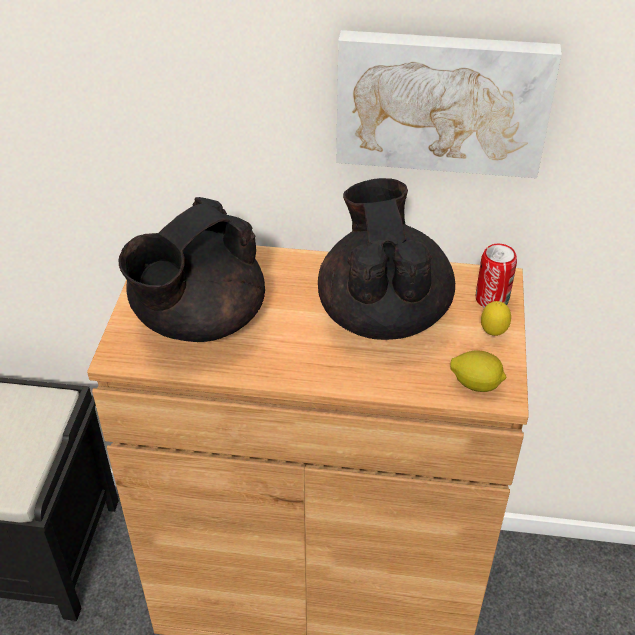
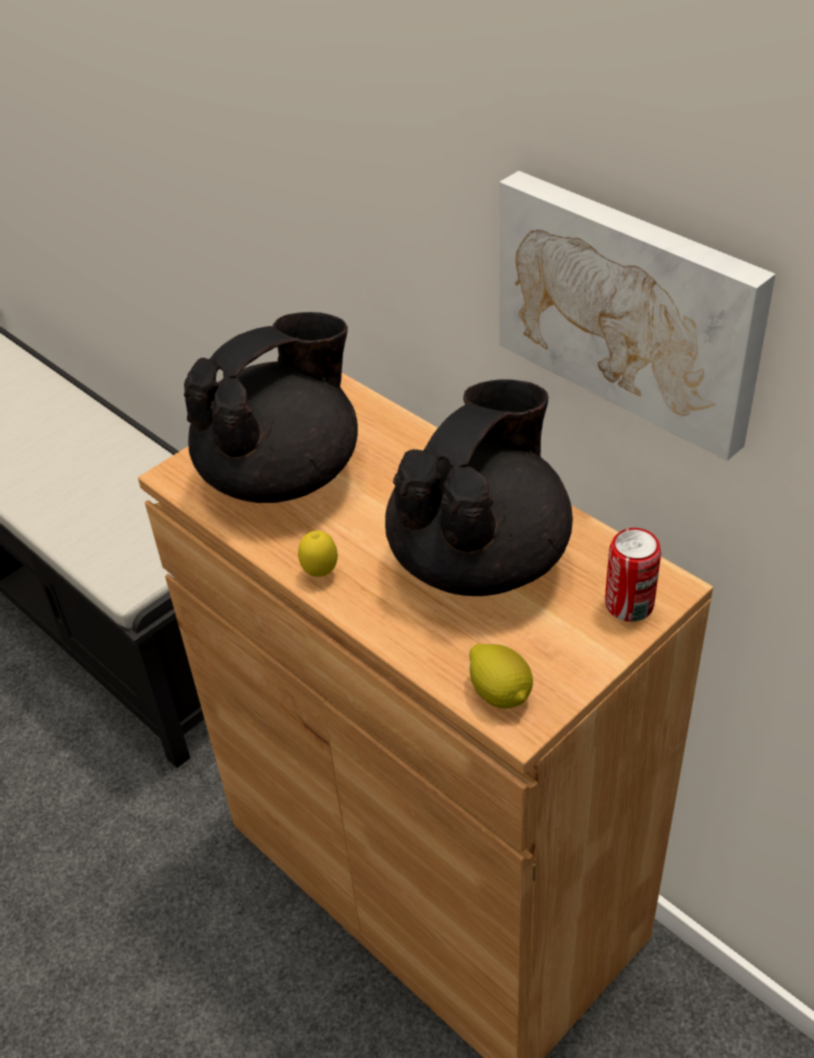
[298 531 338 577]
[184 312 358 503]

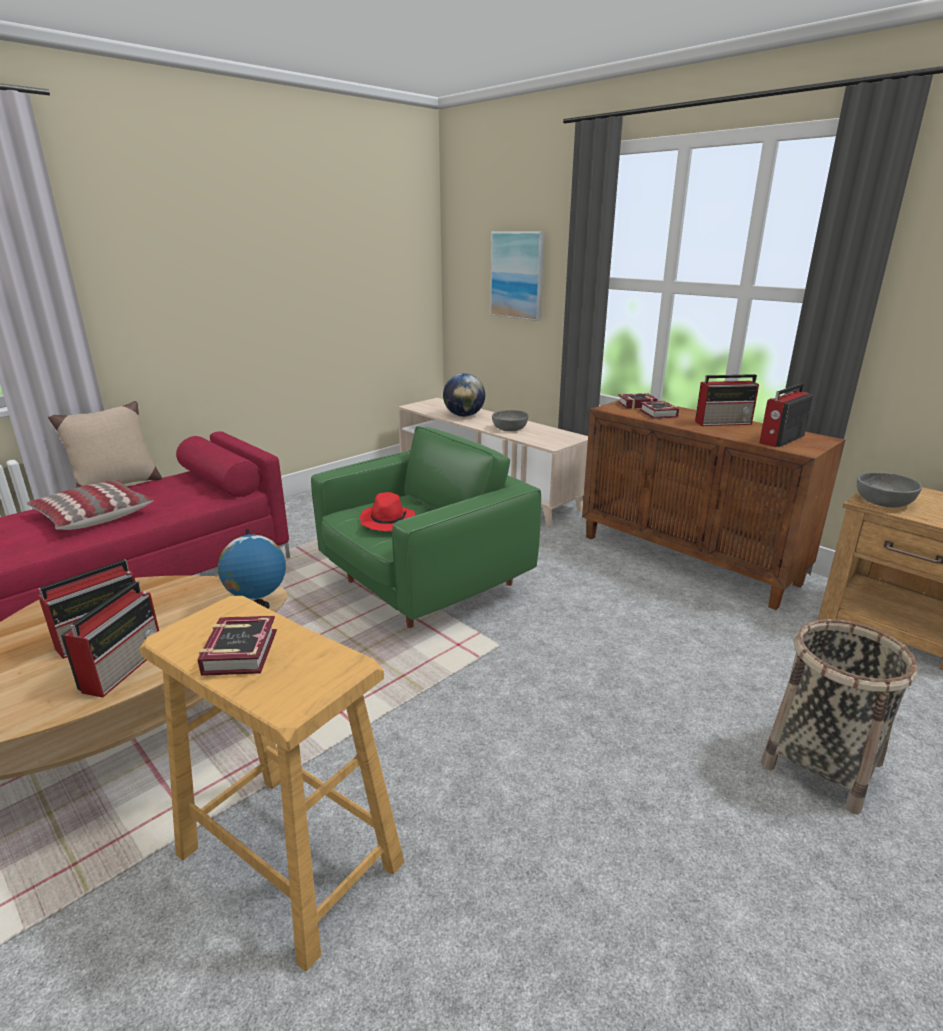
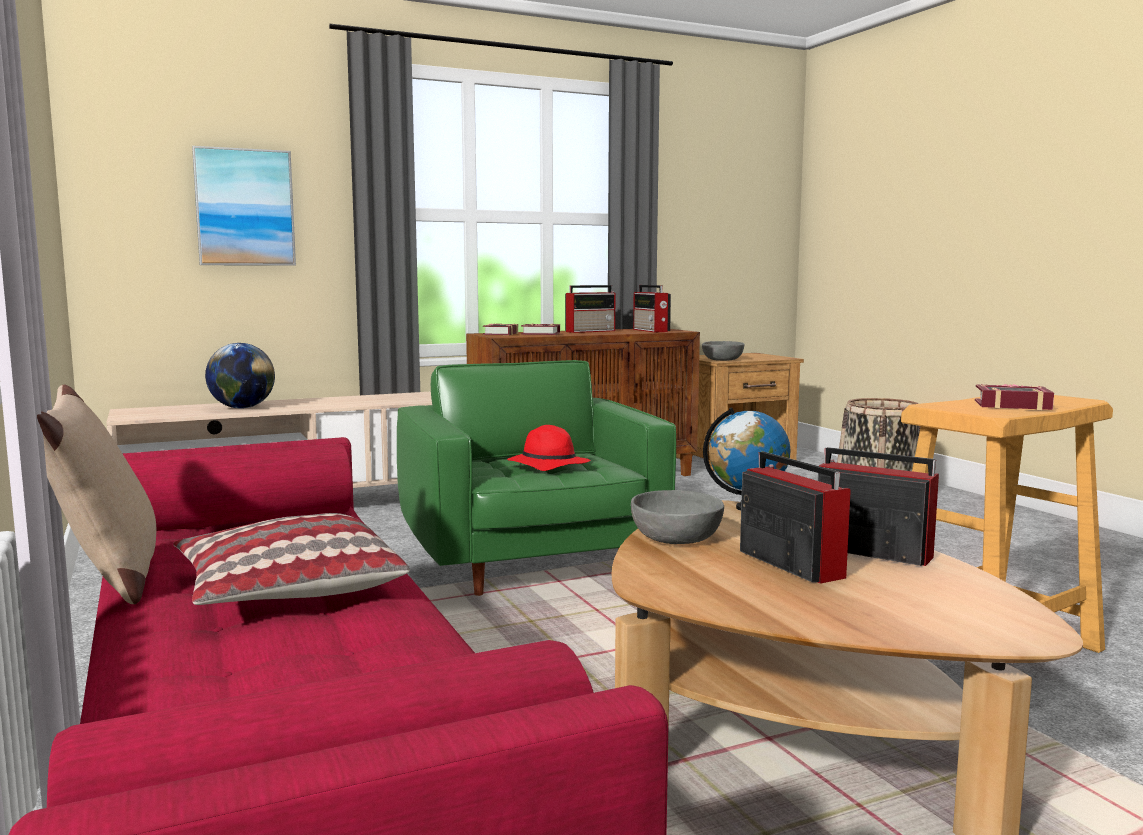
[631 490 724 544]
[565 285 615 333]

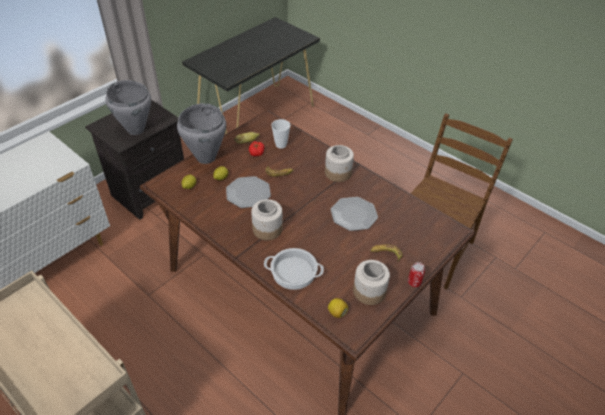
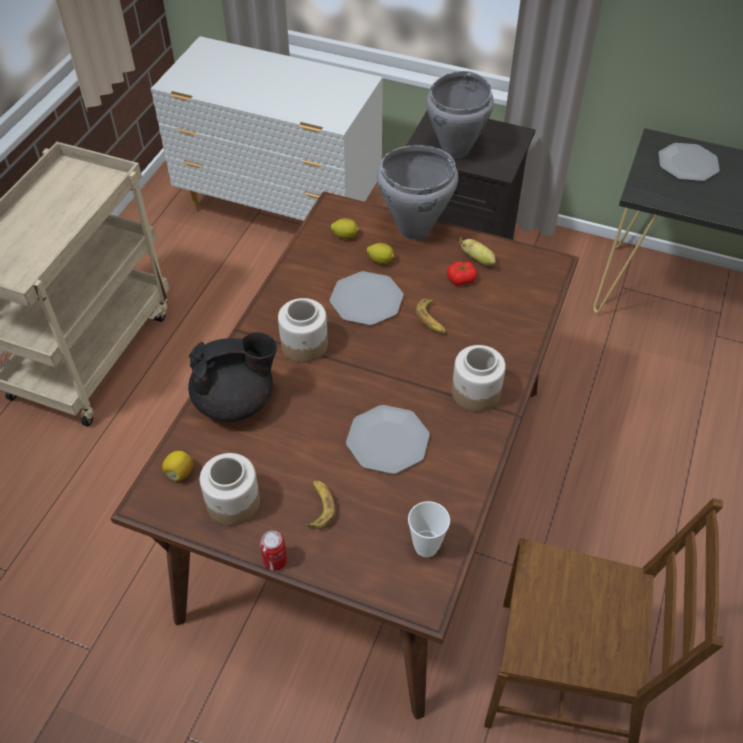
[658 143 720 181]
[408 501 450 557]
[188 332 277 422]

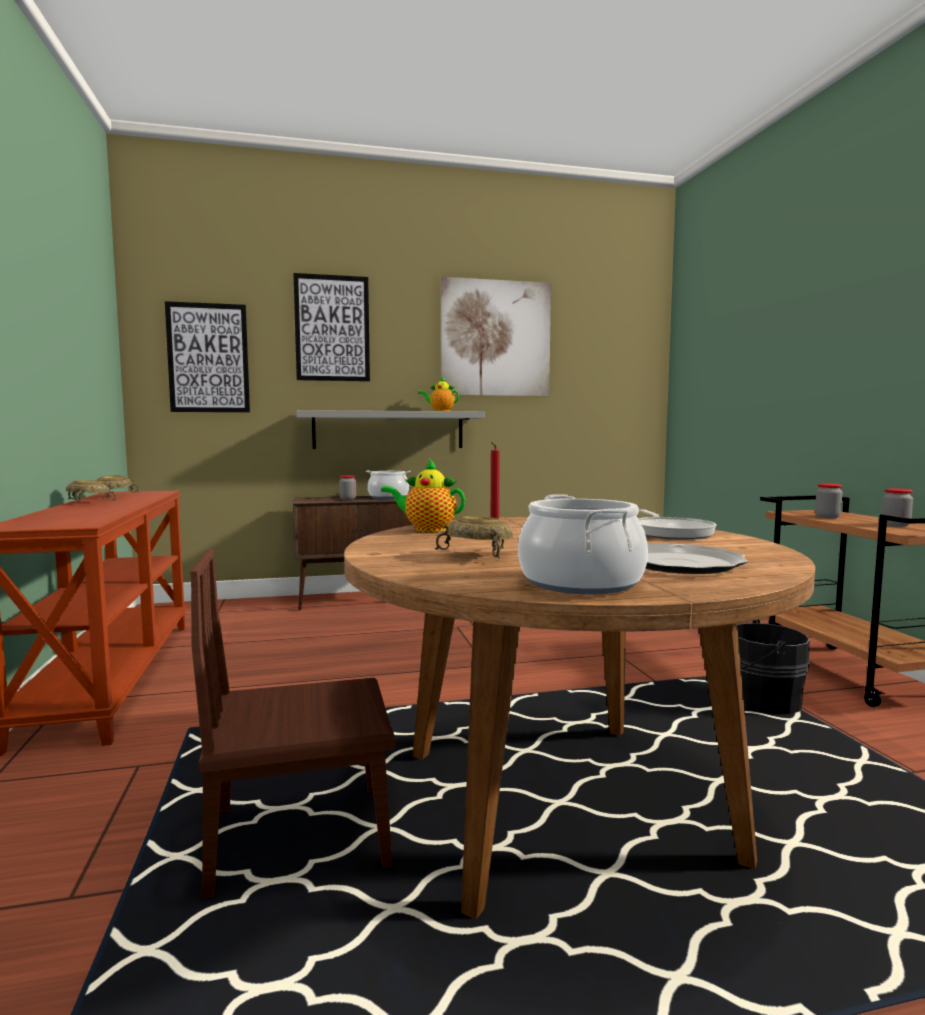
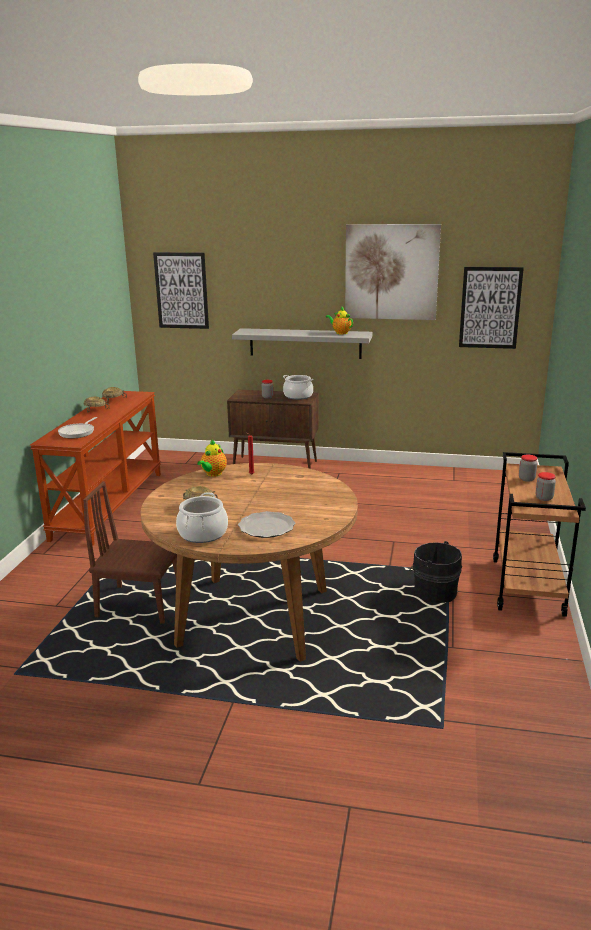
[459 267 524 349]
[58 417 98 438]
[197 440 227 477]

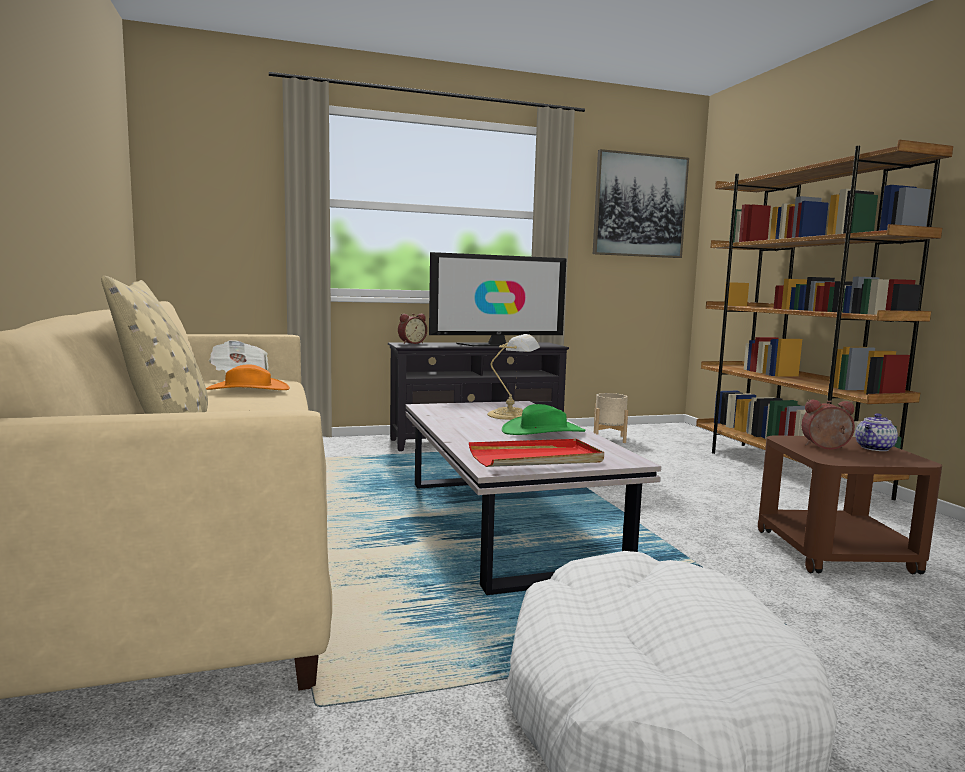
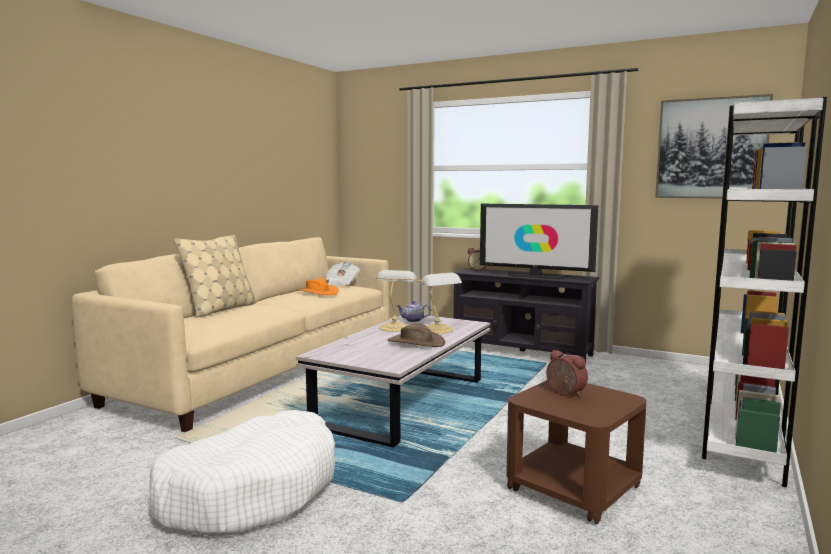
[469 439 604 467] (first image)
[594 393 628 443] (first image)
[373 270 418 332]
[397 301 431 322]
[388 323 445 347]
[702 97 827 487]

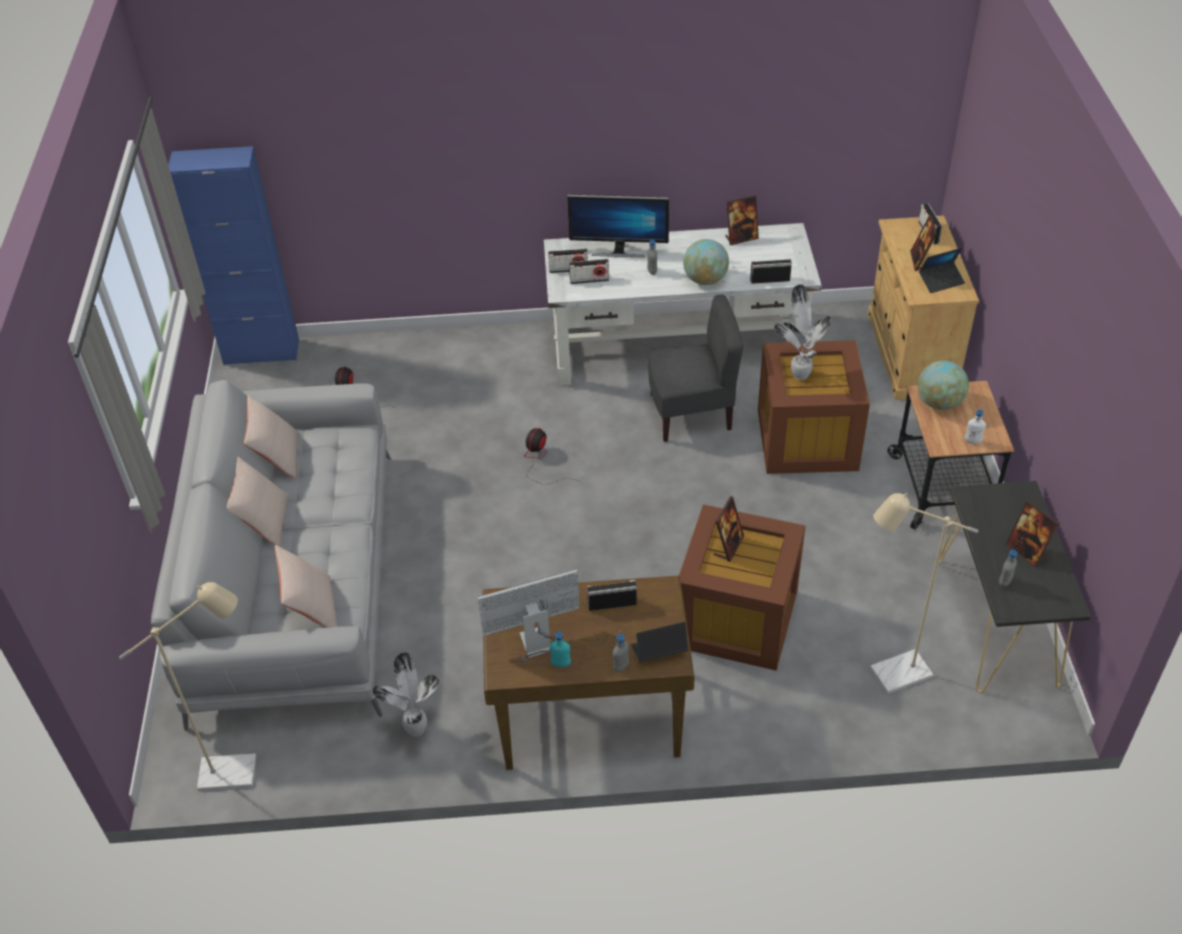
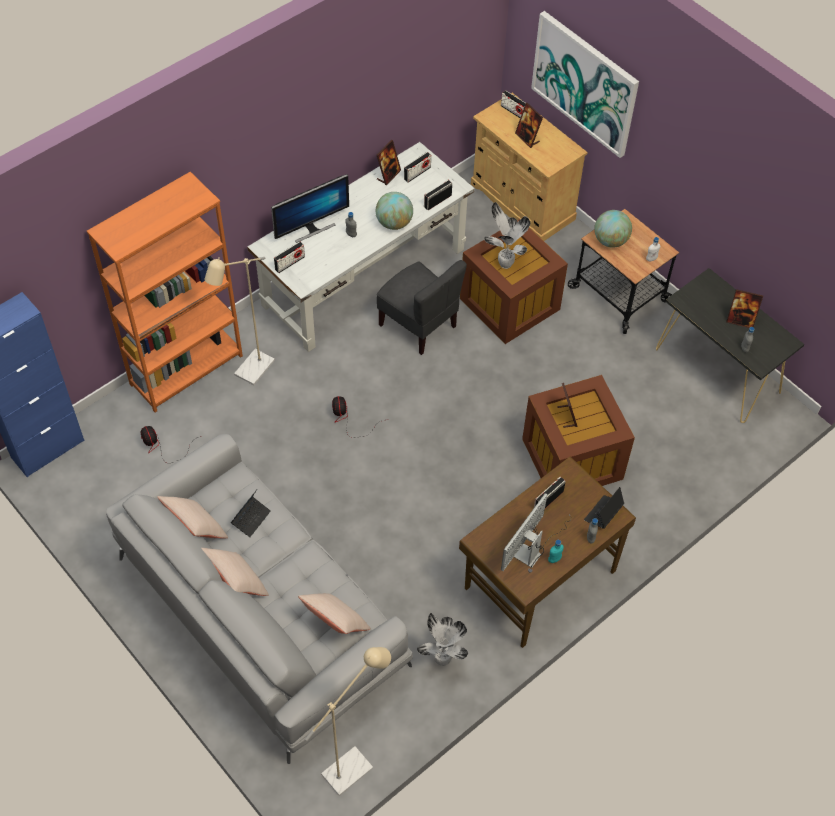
[87 172 243 412]
[531 11 639 158]
[404 152 431 183]
[204 257 275 385]
[231 490 271 537]
[377 260 467 355]

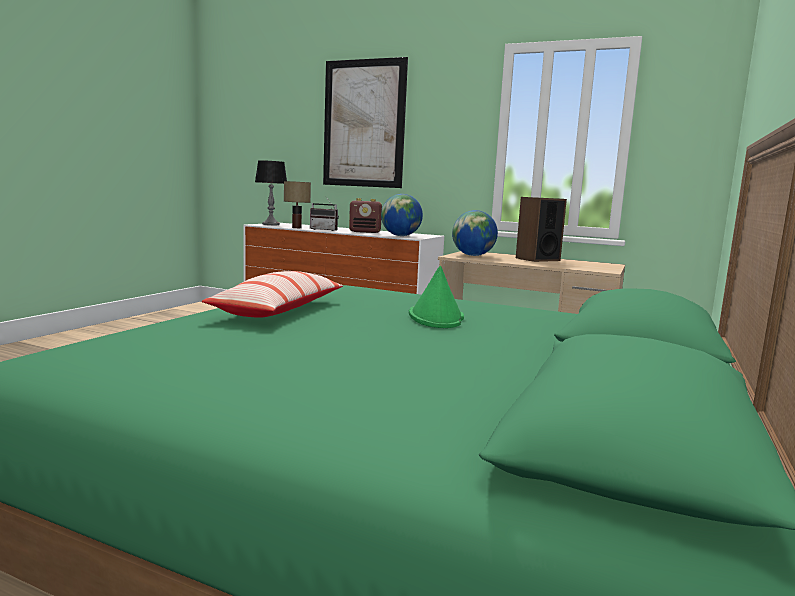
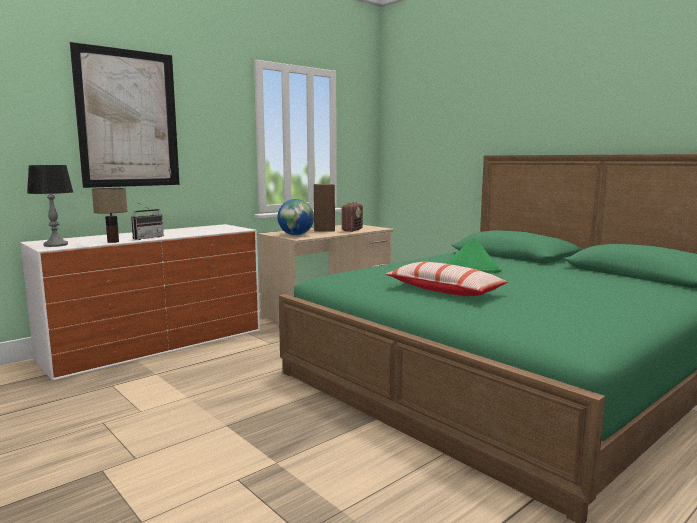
[381 194 423 236] (first image)
[341 202 363 232]

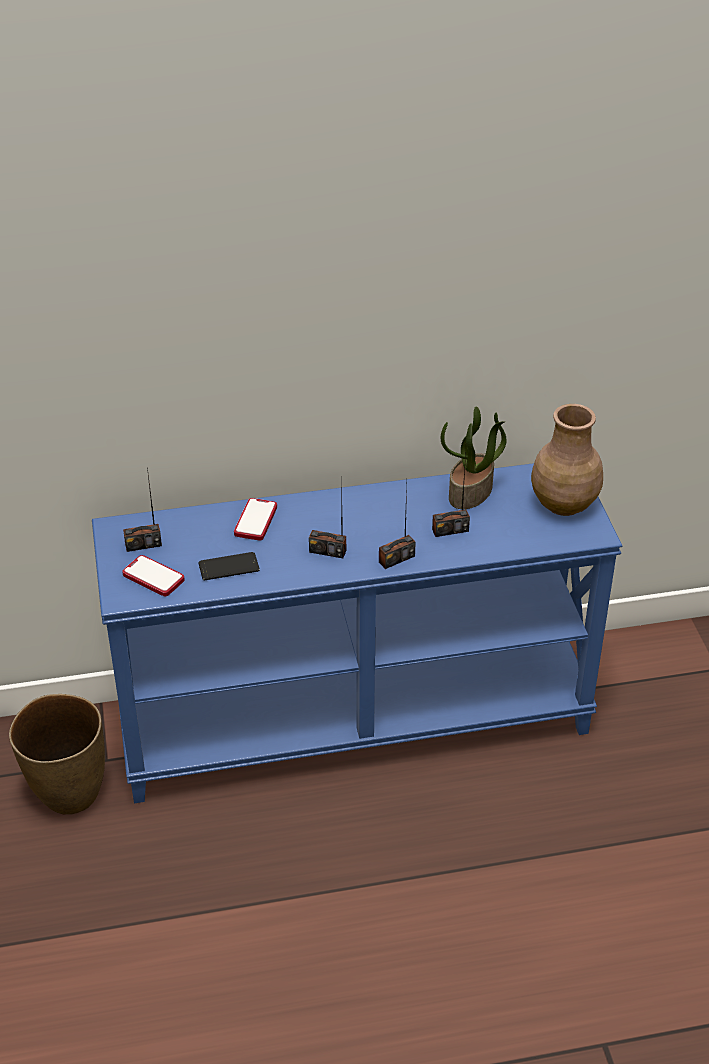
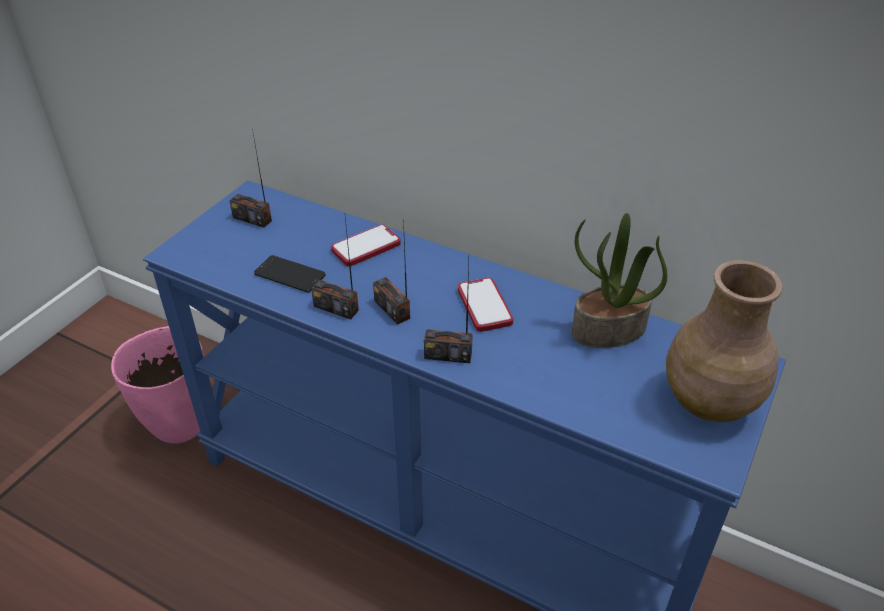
[458 278 513 332]
[311 218 359 319]
[111 326 204 444]

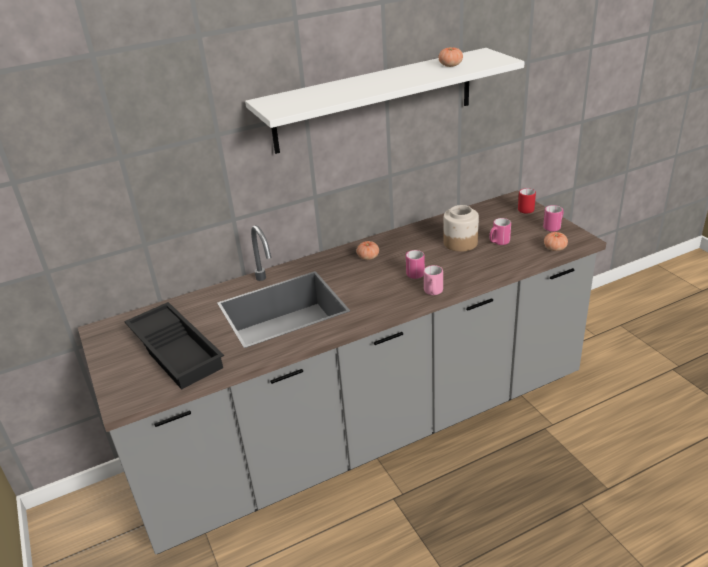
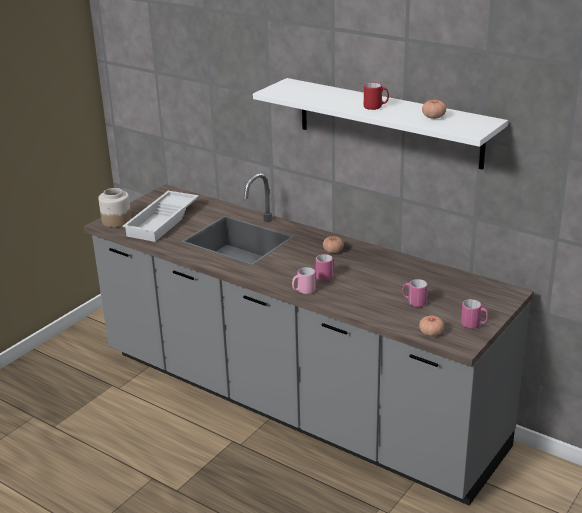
[98 188 131 228]
[364 83 389 110]
[122 191 199 242]

